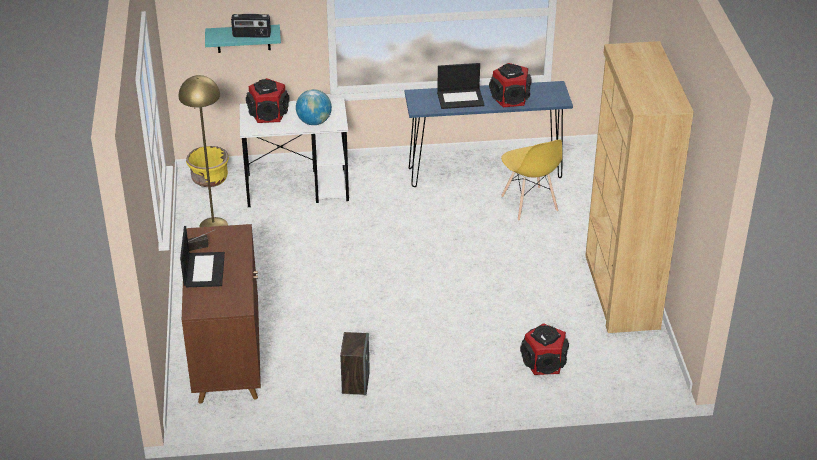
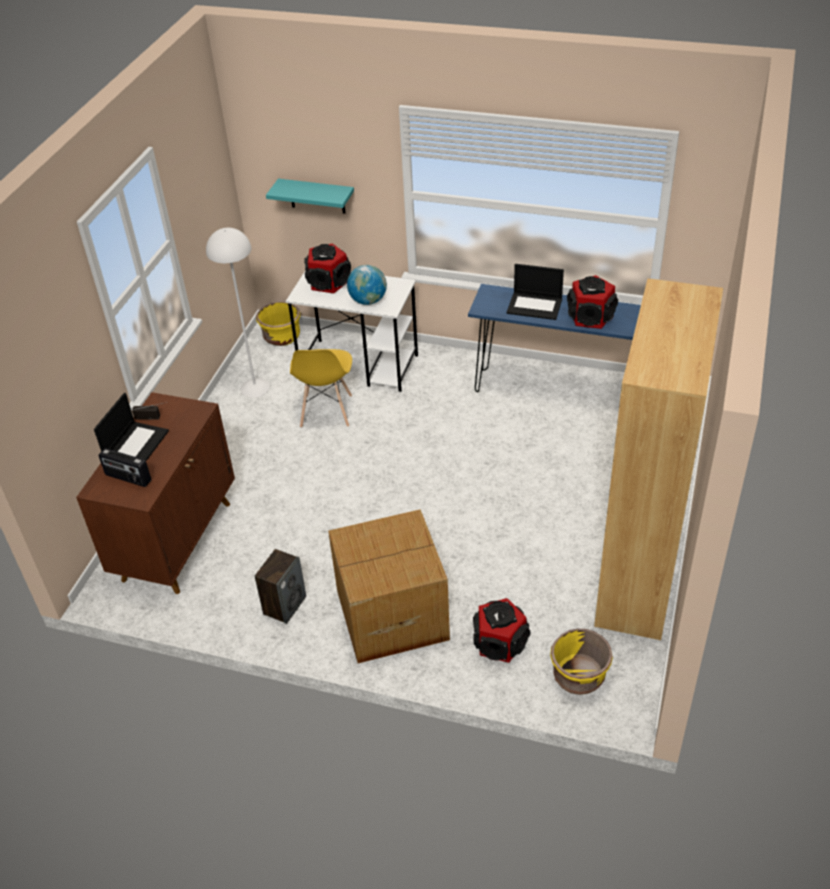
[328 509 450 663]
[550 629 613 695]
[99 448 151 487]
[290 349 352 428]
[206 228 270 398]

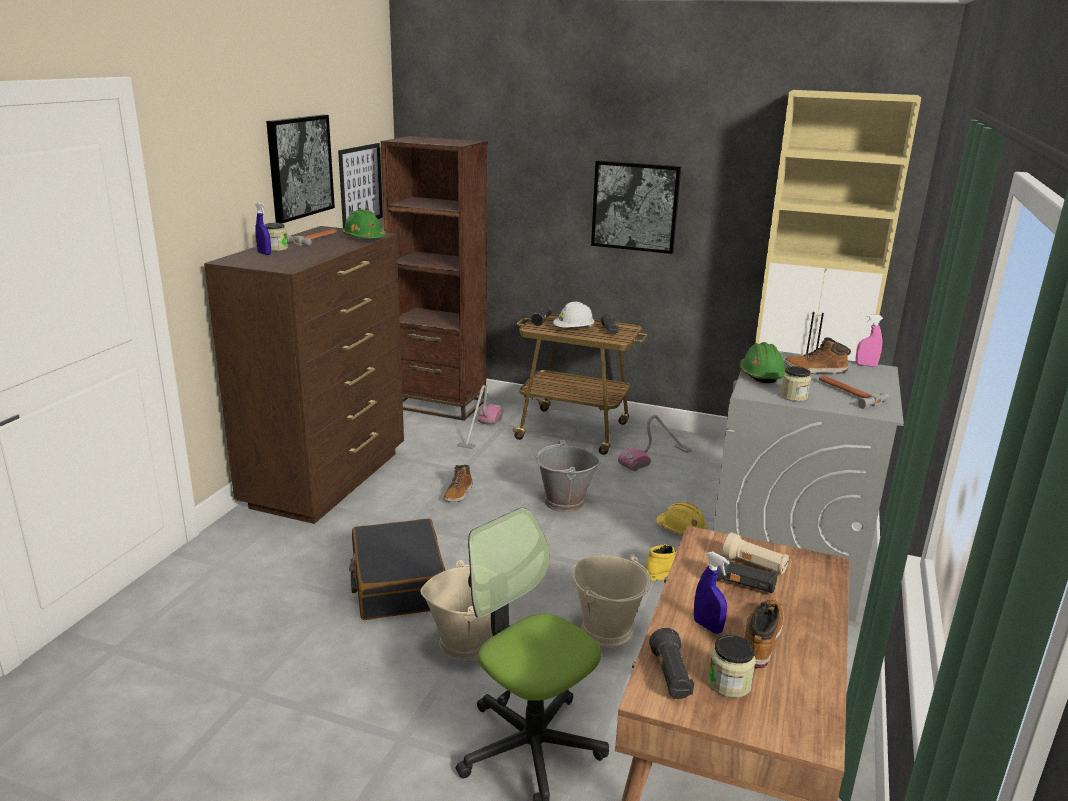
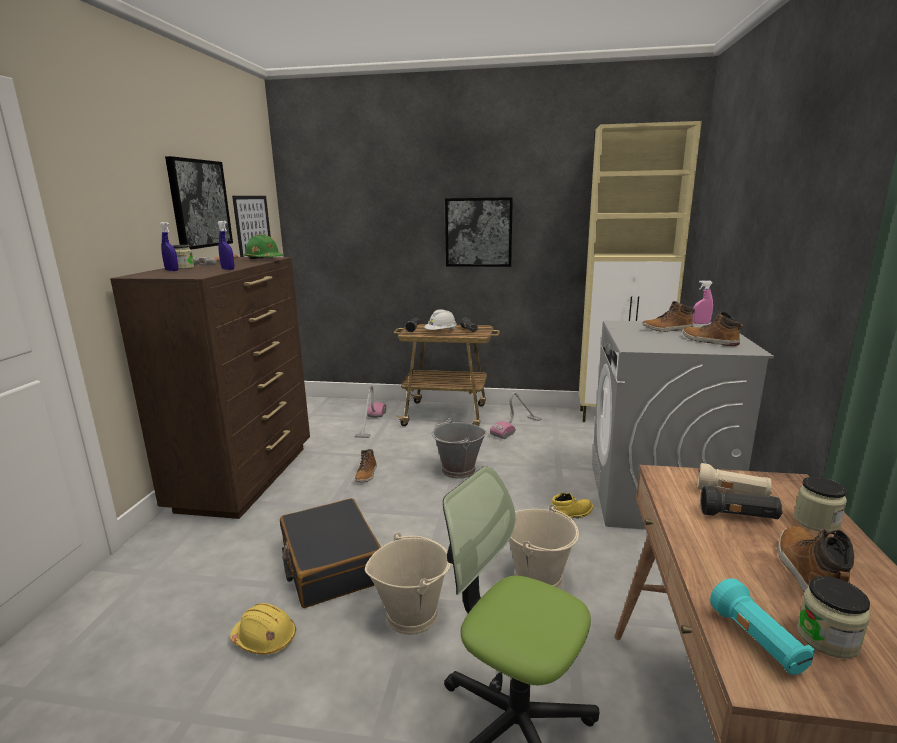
[381 136 487 421] (first image)
[740 342 786 383] (first image)
[230 603 296 655]
[217 221 234 270]
[794 477 847 531]
[682 312 743 346]
[710 578 815 675]

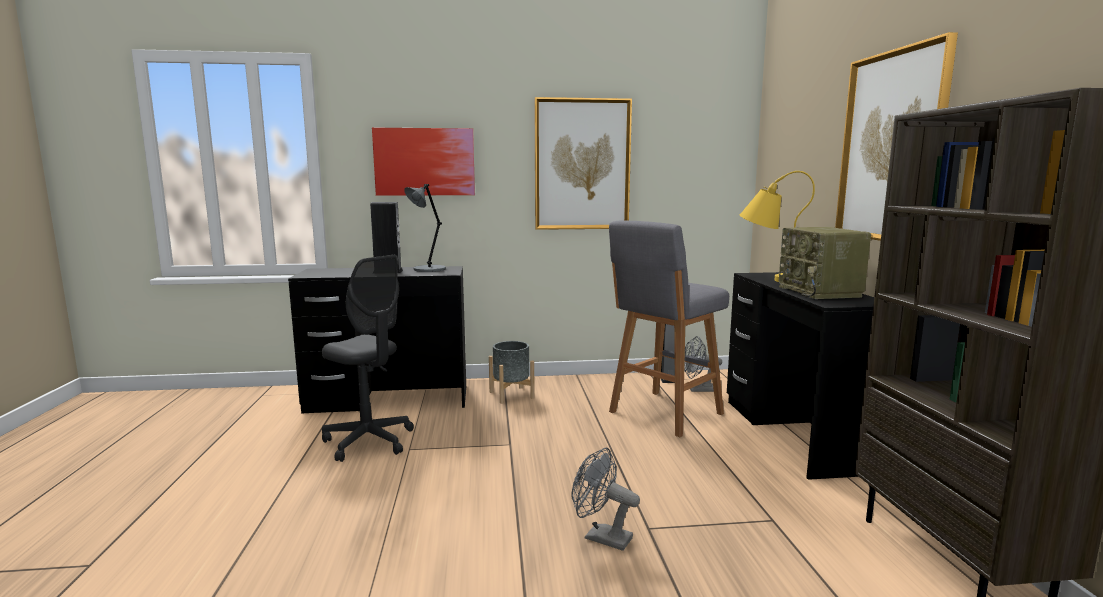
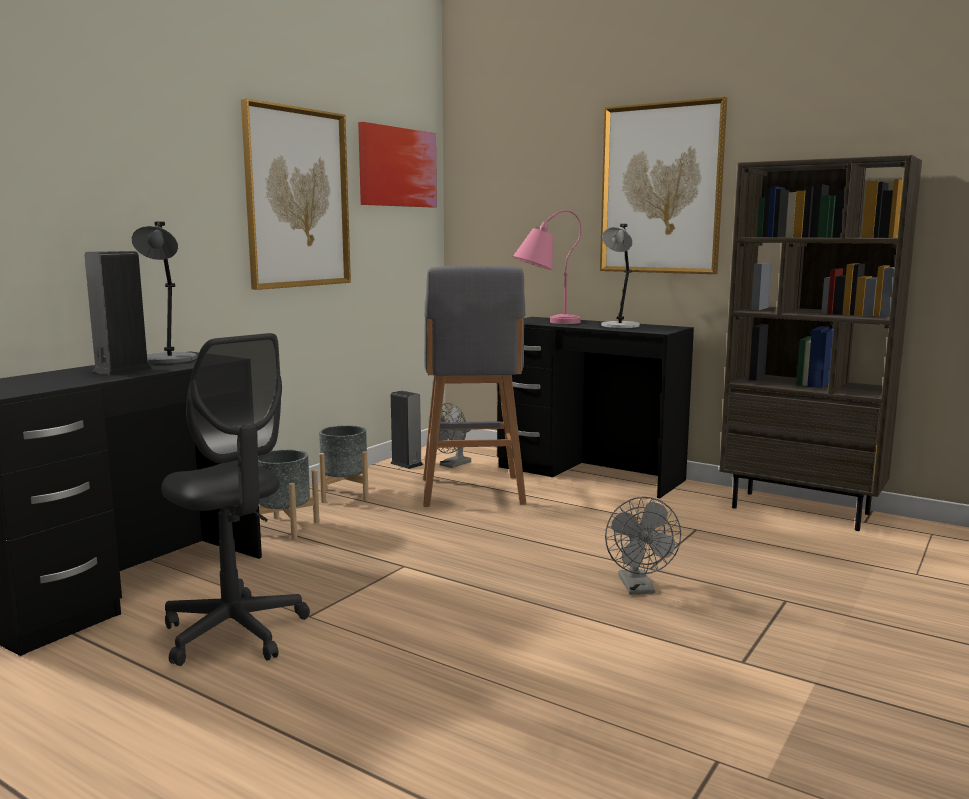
[319 425 369 503]
[358 122 437 208]
[601 224 640 328]
[513 210 582 324]
[161 333 310 666]
[605 497 681 594]

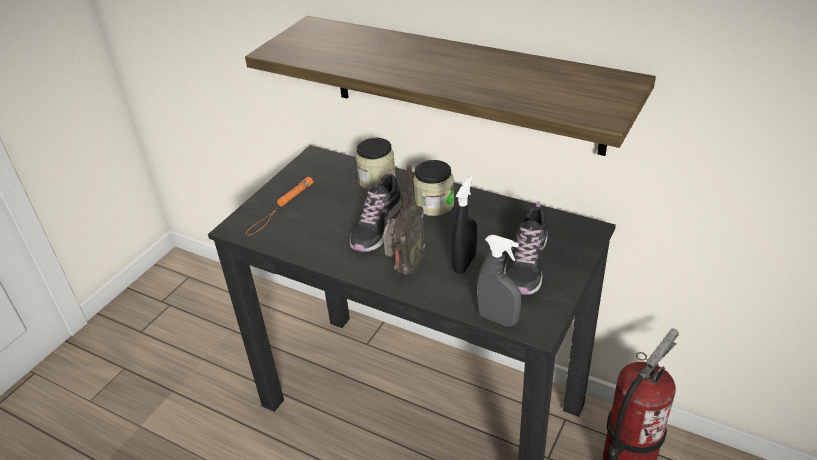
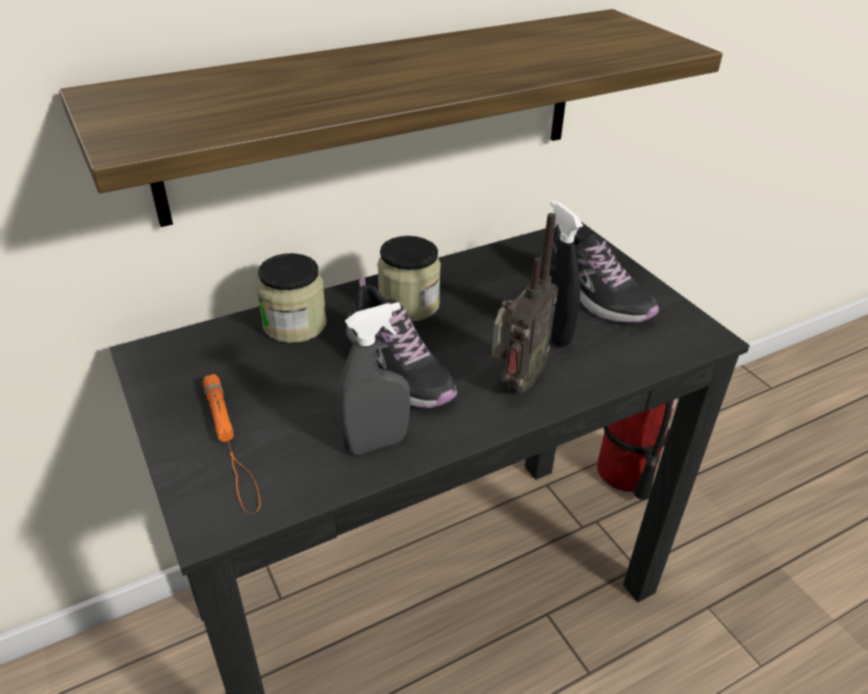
[337 302 411 455]
[491 213 558 393]

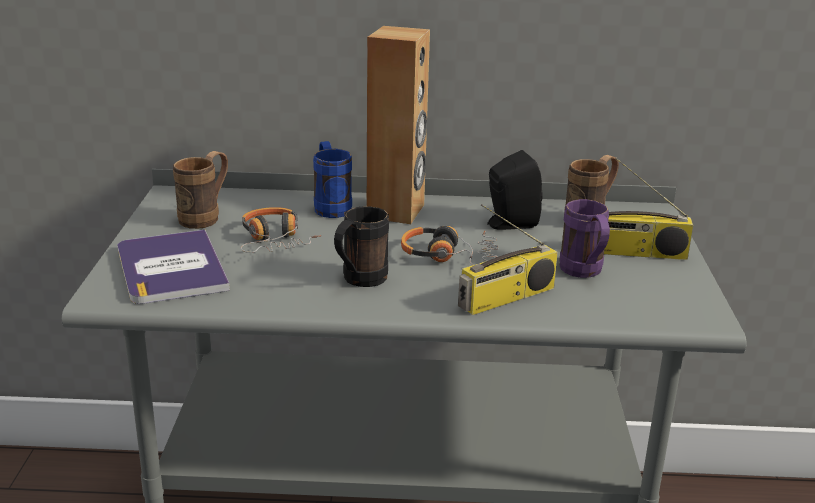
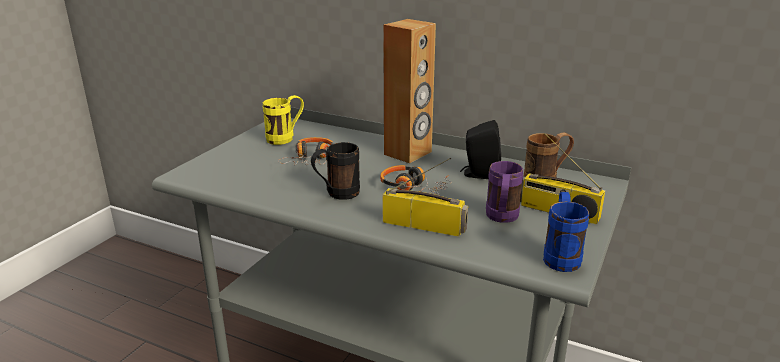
[117 229 230 304] (first image)
[543 192 589 272]
[262 95 304 145]
[383 157 468 237]

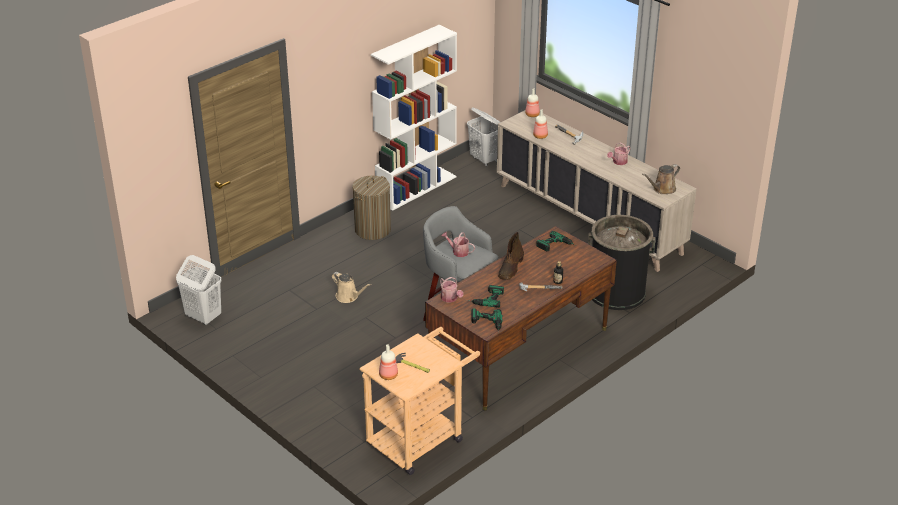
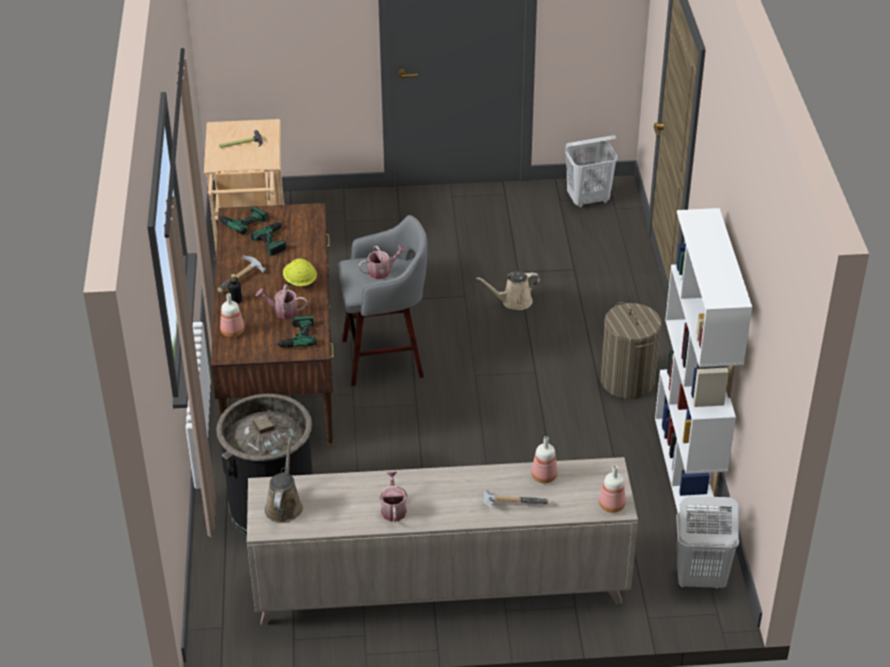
[220 293 244 337]
[256 284 307 319]
[283 259 317 286]

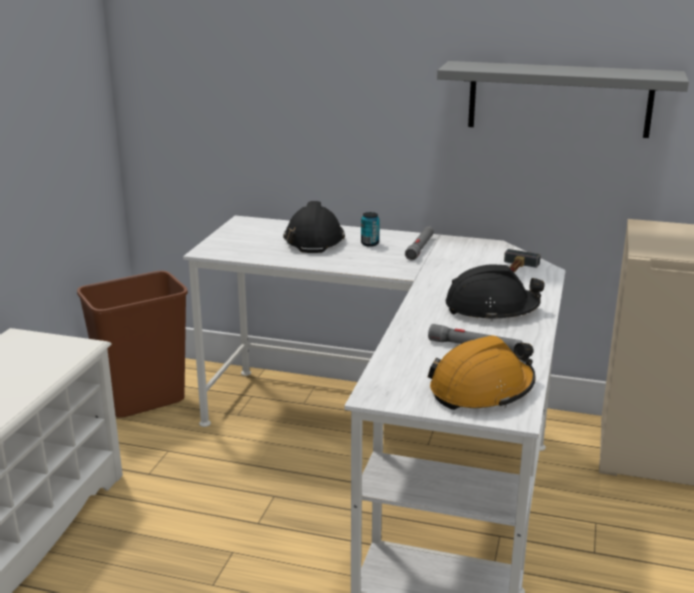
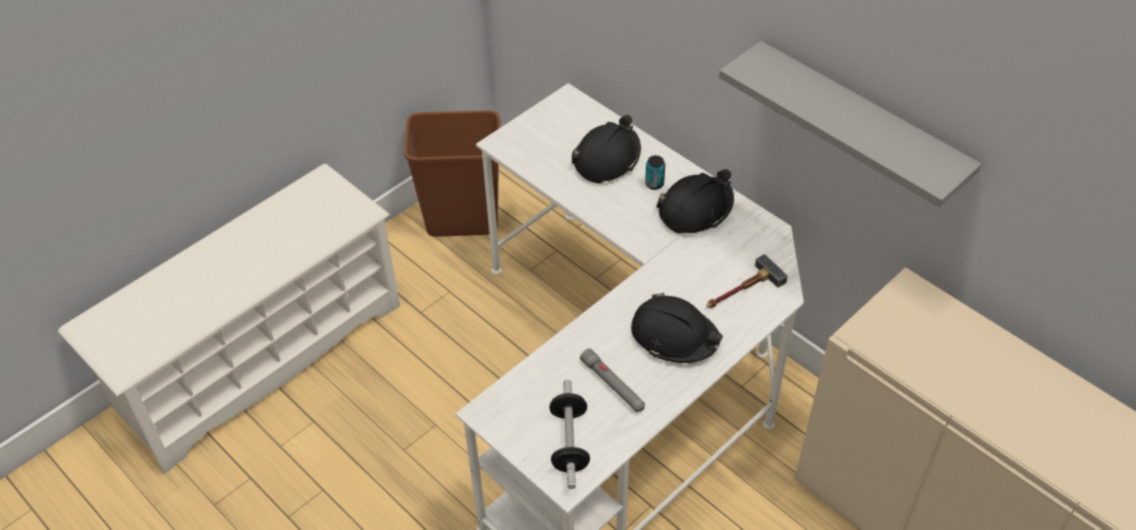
[656 169 734 234]
[549 379 590 489]

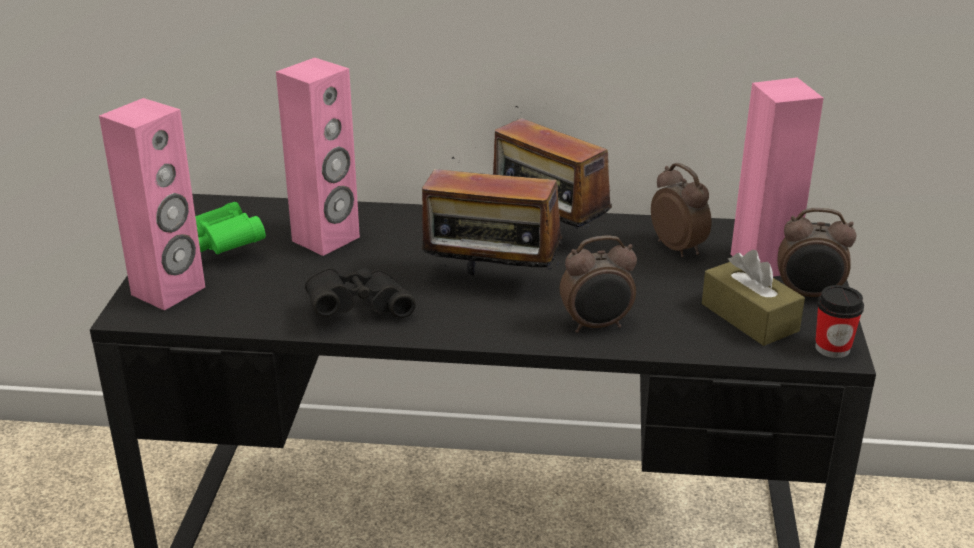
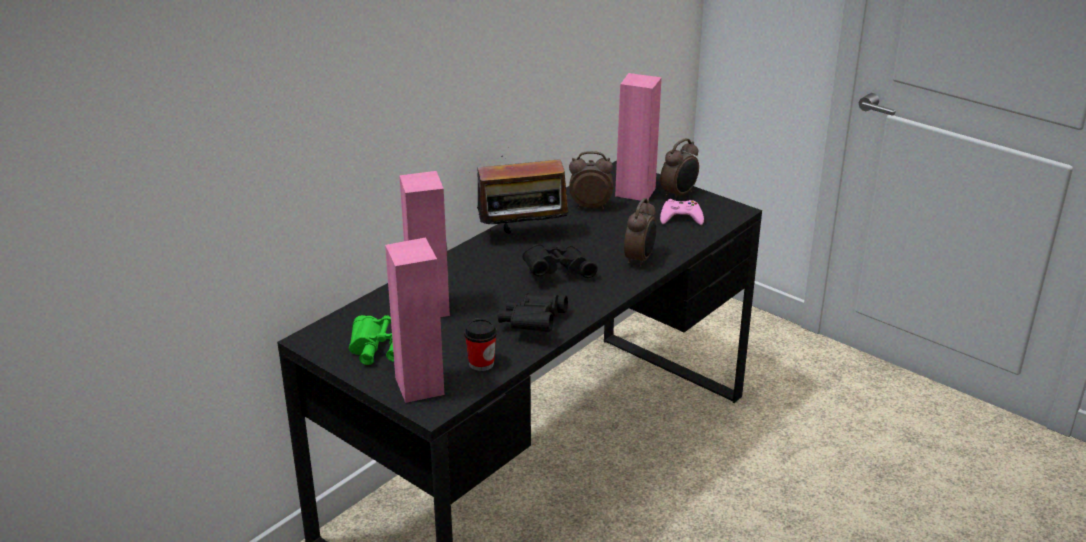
[464 318 497 371]
[522 244 598 278]
[660 199 704 225]

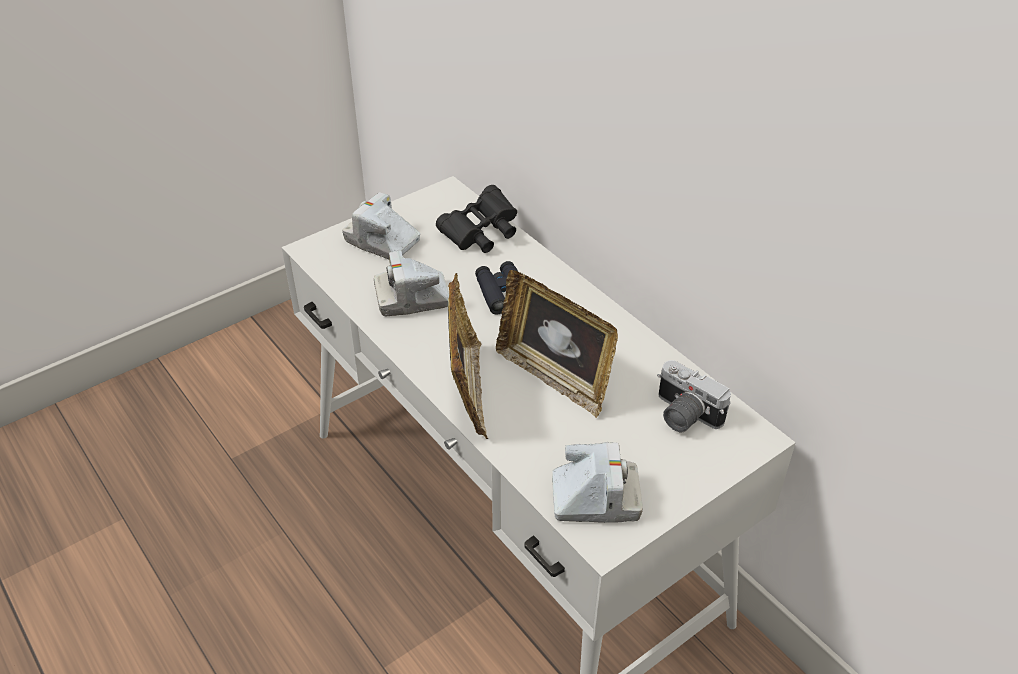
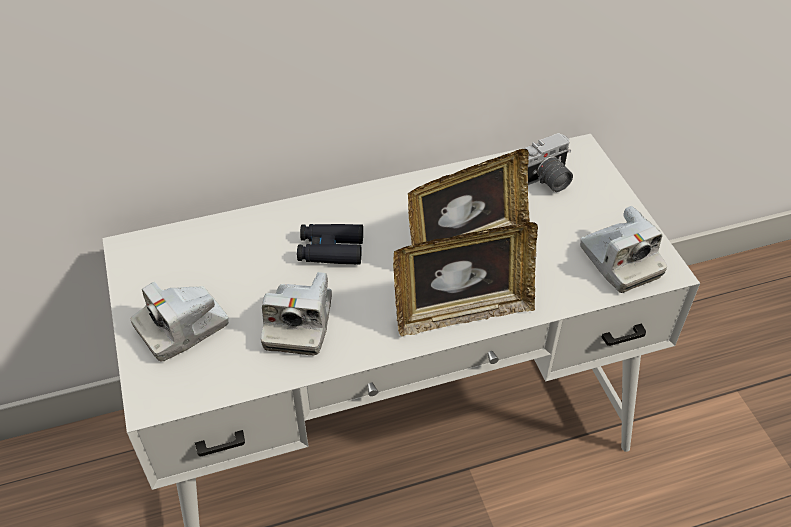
[436 185 517 253] (first image)
[393 222 538 337]
[580 206 667 293]

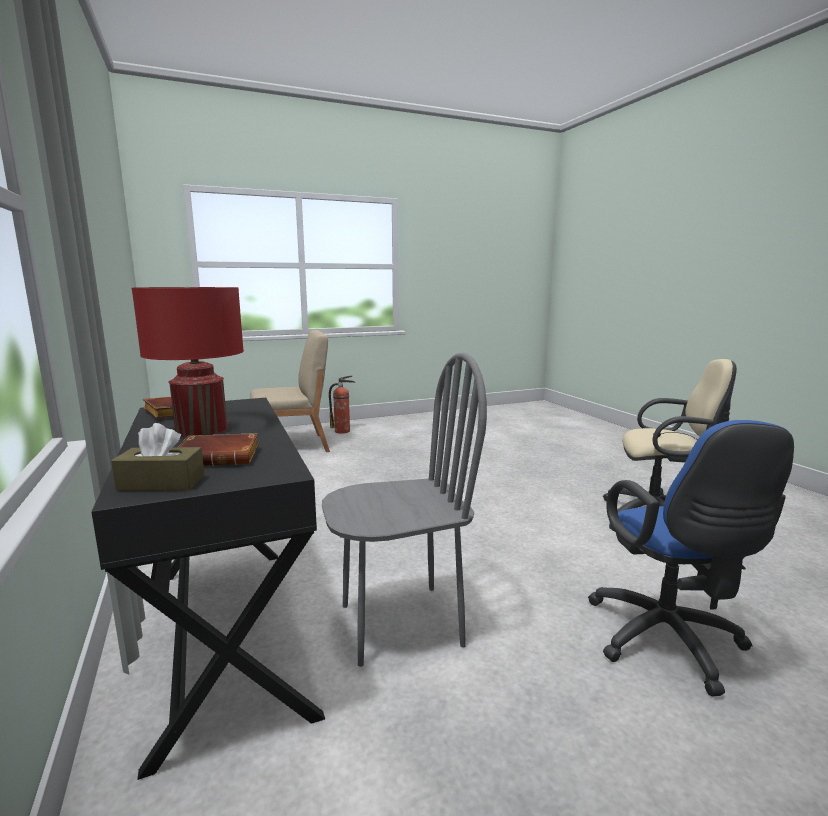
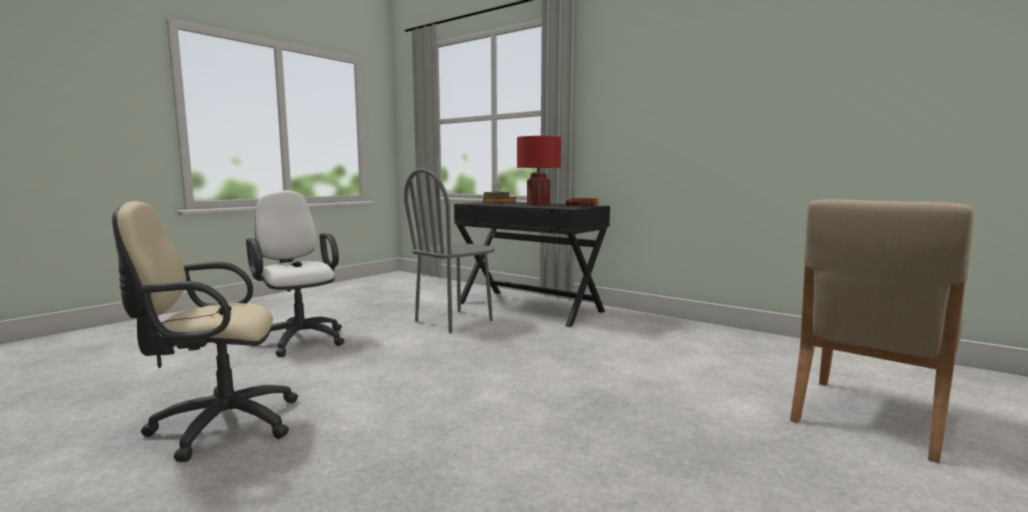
[329 376 355 434] (first image)
[246 190 344 357]

